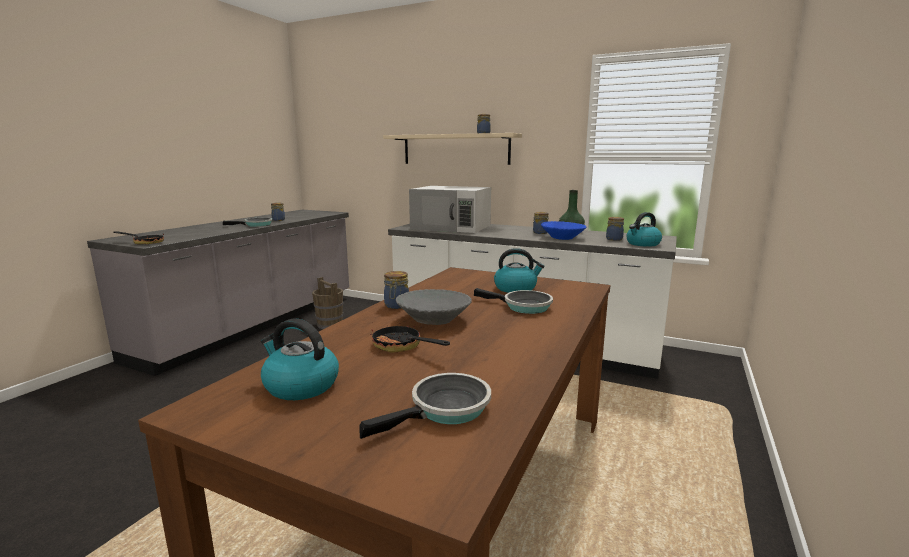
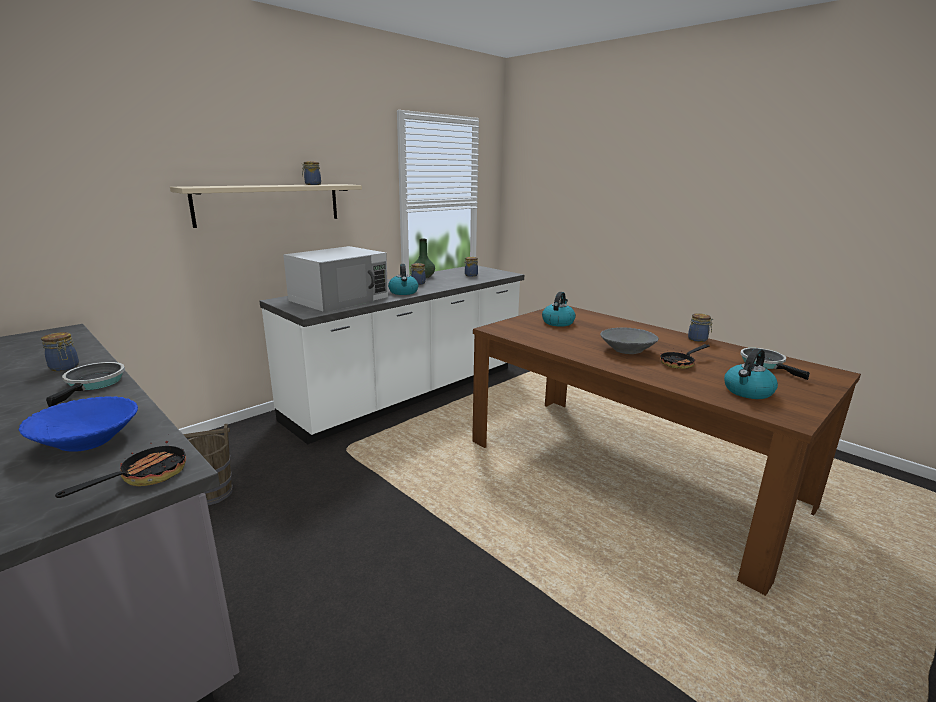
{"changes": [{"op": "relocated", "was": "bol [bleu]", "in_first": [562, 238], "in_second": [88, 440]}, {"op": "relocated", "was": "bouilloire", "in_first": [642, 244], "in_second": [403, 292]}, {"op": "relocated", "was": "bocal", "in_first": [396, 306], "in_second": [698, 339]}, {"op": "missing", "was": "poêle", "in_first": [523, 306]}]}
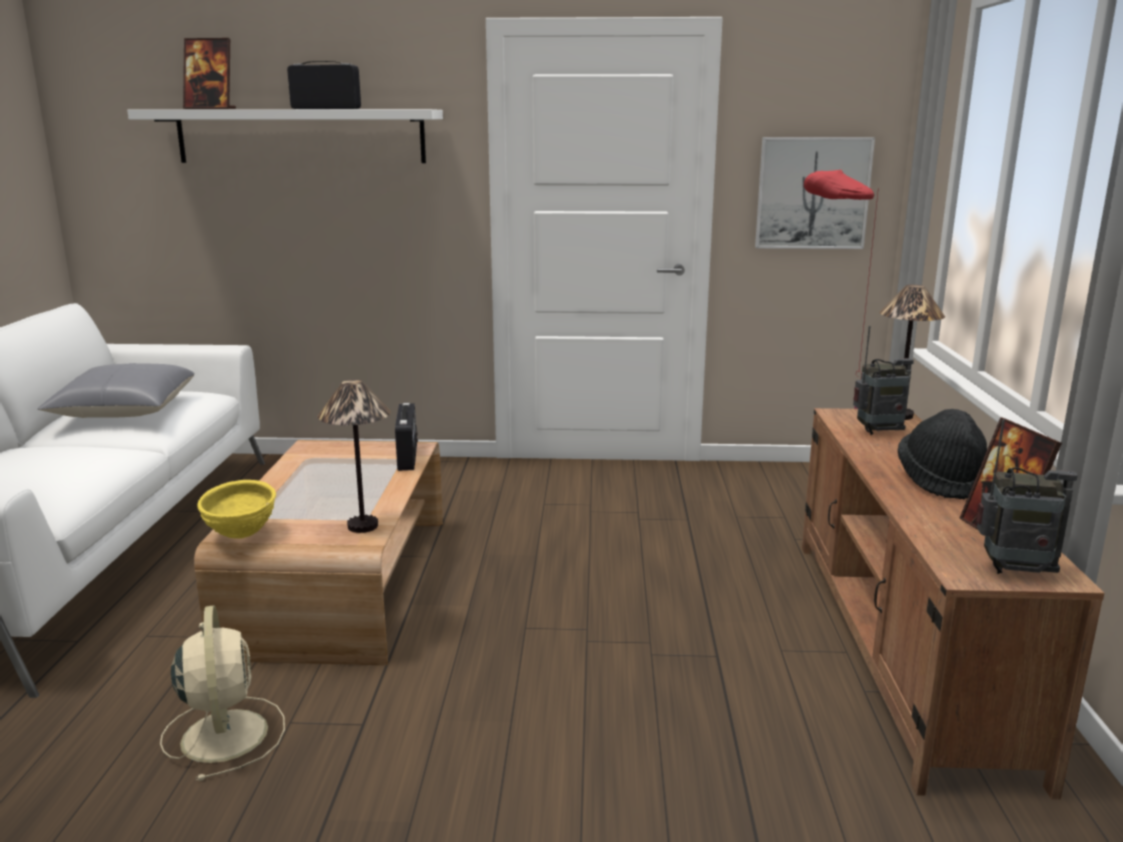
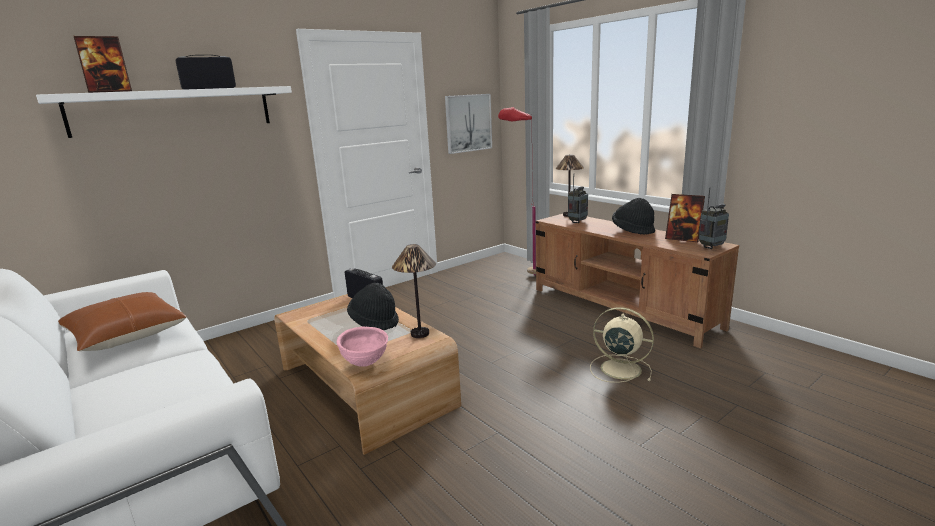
{"changes": [{"op": "colour", "was": "coussin [gris]", "now": "coussin [marron]", "in_first": [124, 409], "in_second": [126, 335]}, {"op": "colour", "was": "bol [jaune]", "now": "bol [rose]", "in_first": [241, 536], "in_second": [365, 364]}, {"op": "appeared", "now": "chapeau [noir]", "in_second": [374, 322]}, {"op": "relocated", "was": "ventilateur [beige]", "in_first": [224, 733], "in_second": [619, 369]}]}
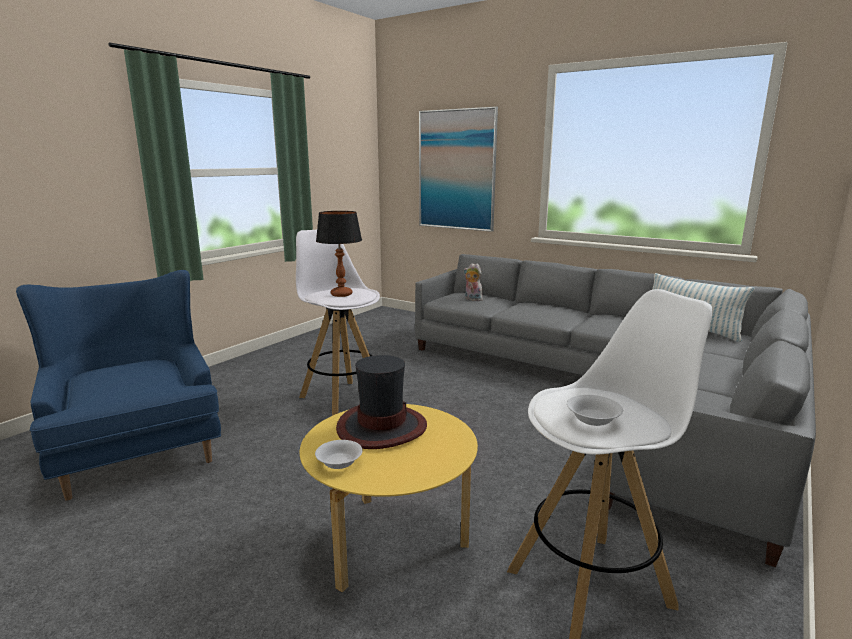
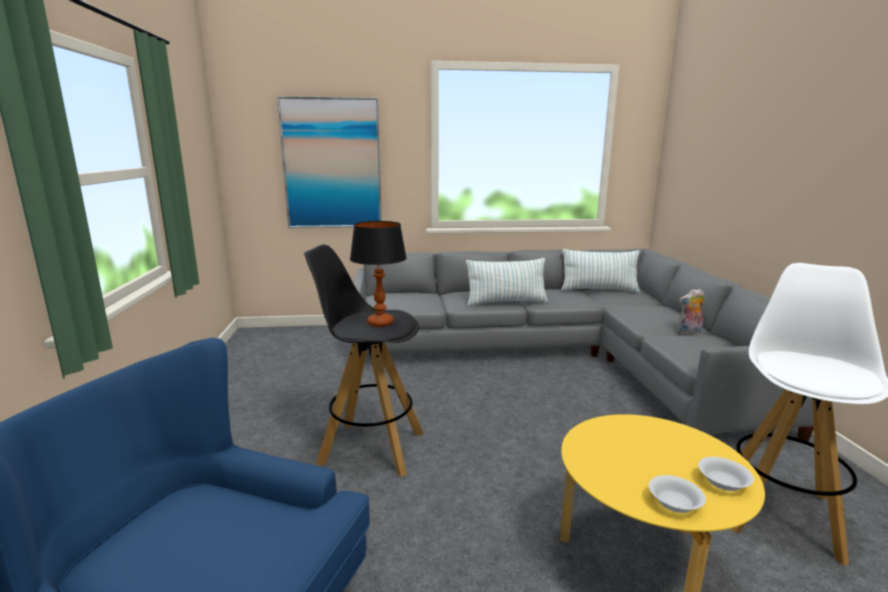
{"changes": [{"op": "colour", "was": "tabouret [blanc]", "now": "tabouret [noir]", "in_first": [342, 399], "in_second": [370, 447]}, {"op": "appeared", "now": "coussin", "in_second": [506, 302]}, {"op": "relocated", "was": "peluche", "in_first": [472, 299], "in_second": [689, 332]}, {"op": "relocated", "was": "bol [blanc]", "in_first": [593, 419], "in_second": [722, 482]}, {"op": "missing", "was": "chapeau", "in_first": [381, 427]}]}
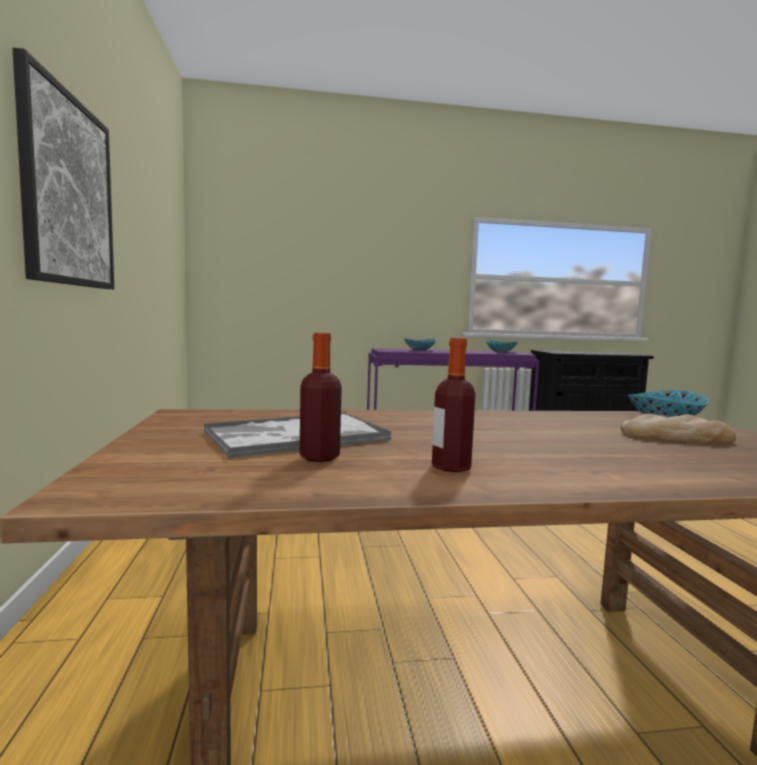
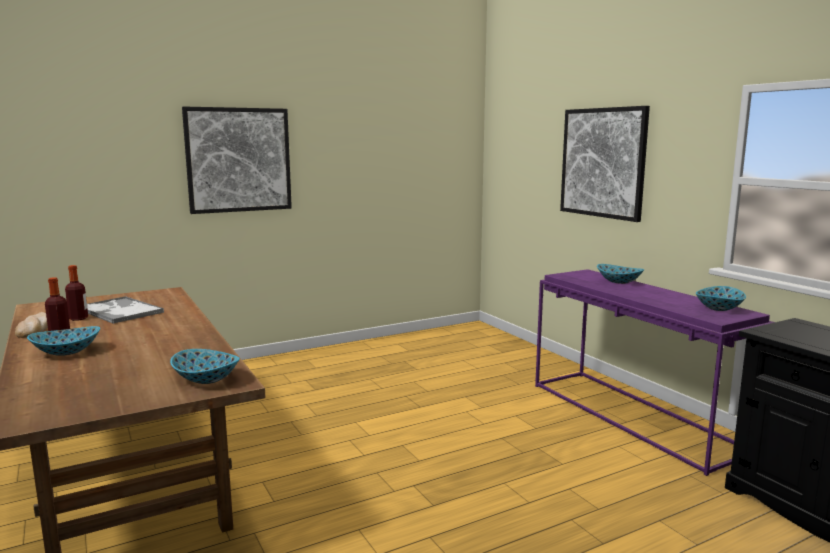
{"changes": [{"op": "relocated", "was": "pain", "in_first": [676, 437], "in_second": [36, 328]}, {"op": "appeared", "now": "bol", "in_second": [66, 352]}, {"op": "appeared", "now": "tableau", "in_second": [603, 162]}]}
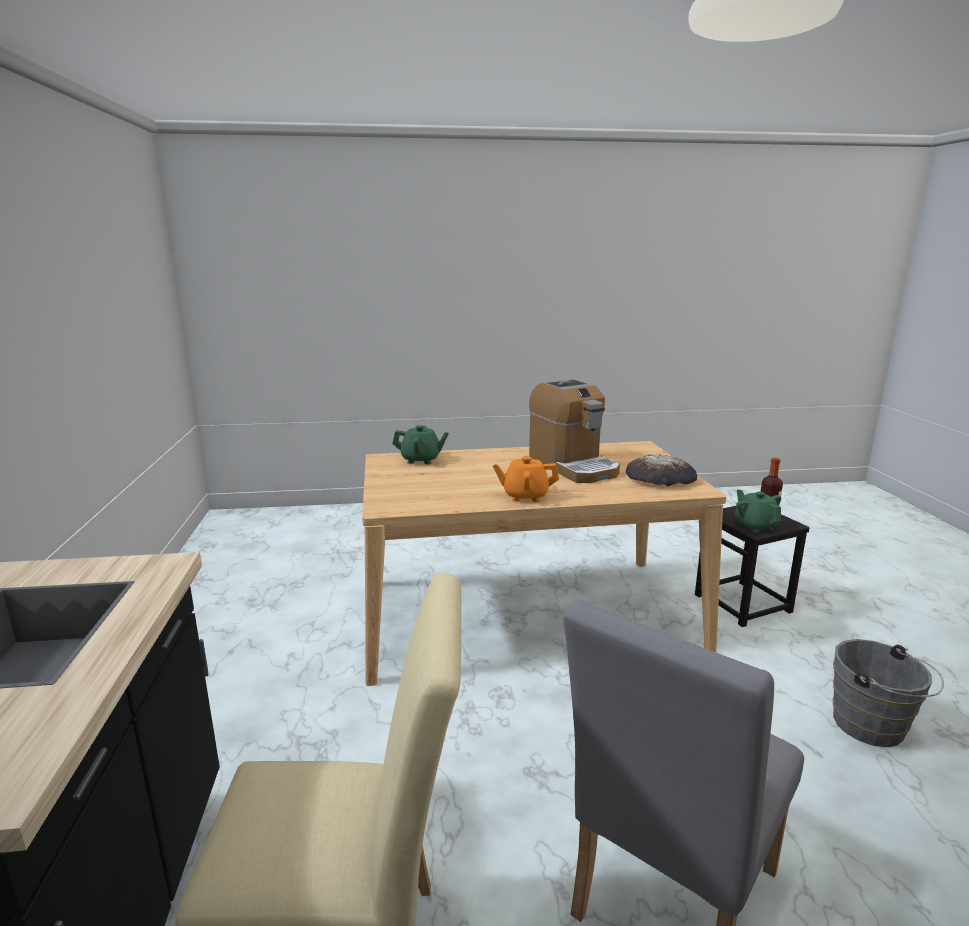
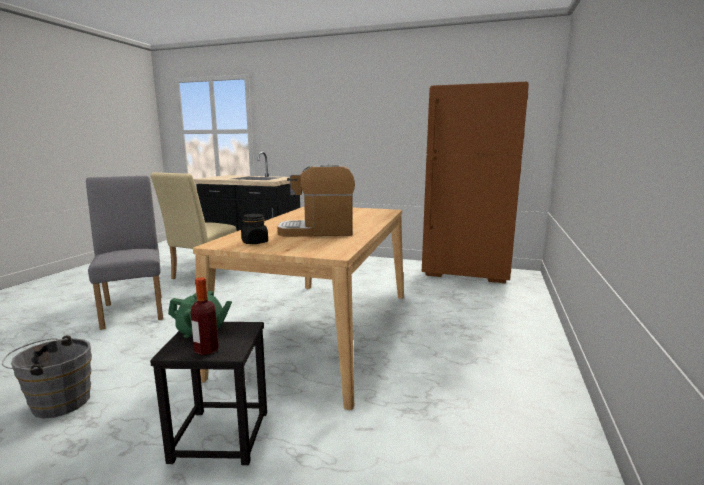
{"changes": [{"op": "exchanged", "was": "pain", "now": "bocal [noir]", "in_first": [661, 478], "in_second": [255, 242]}, {"op": "appeared", "now": "réfrigérateur [marron]", "in_second": [466, 273]}, {"op": "missing", "was": "théière [vert]", "in_first": [421, 460]}, {"op": "missing", "was": "théière [orange]", "in_first": [525, 496]}]}
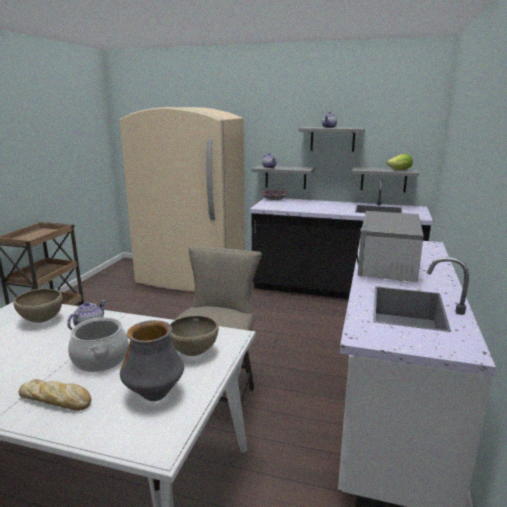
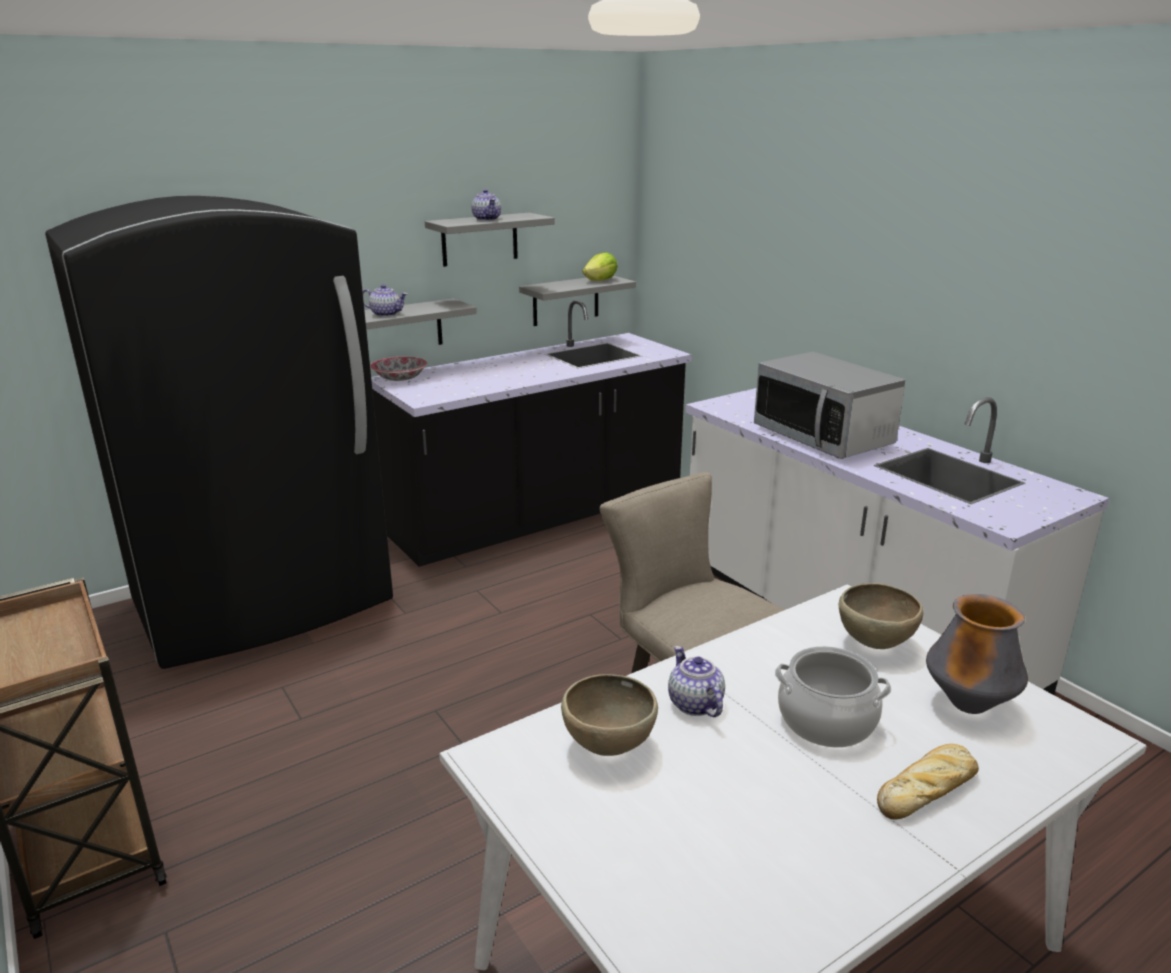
{"changes": [{"op": "colour", "was": "réfrigérateur [beige]", "now": "réfrigérateur [noir]", "in_first": [191, 278], "in_second": [265, 603]}]}
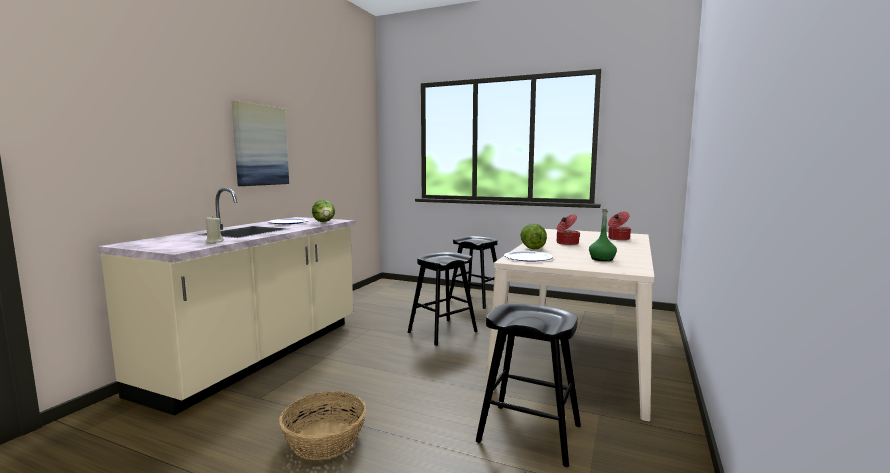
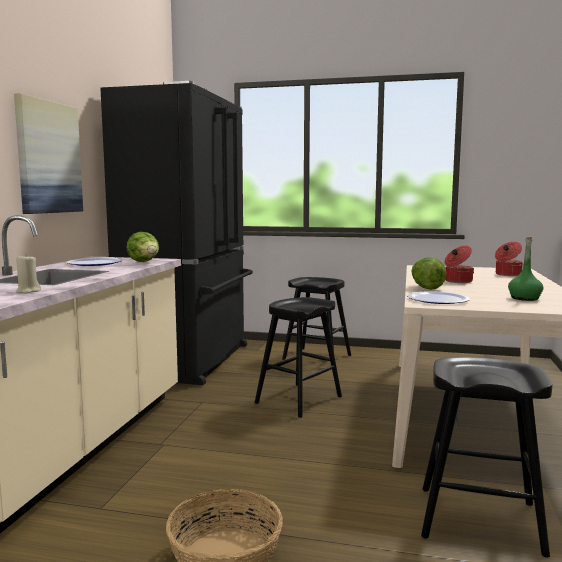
{"changes": [{"op": "appeared", "now": "réfrigérateur [noir]", "in_second": [191, 360]}]}
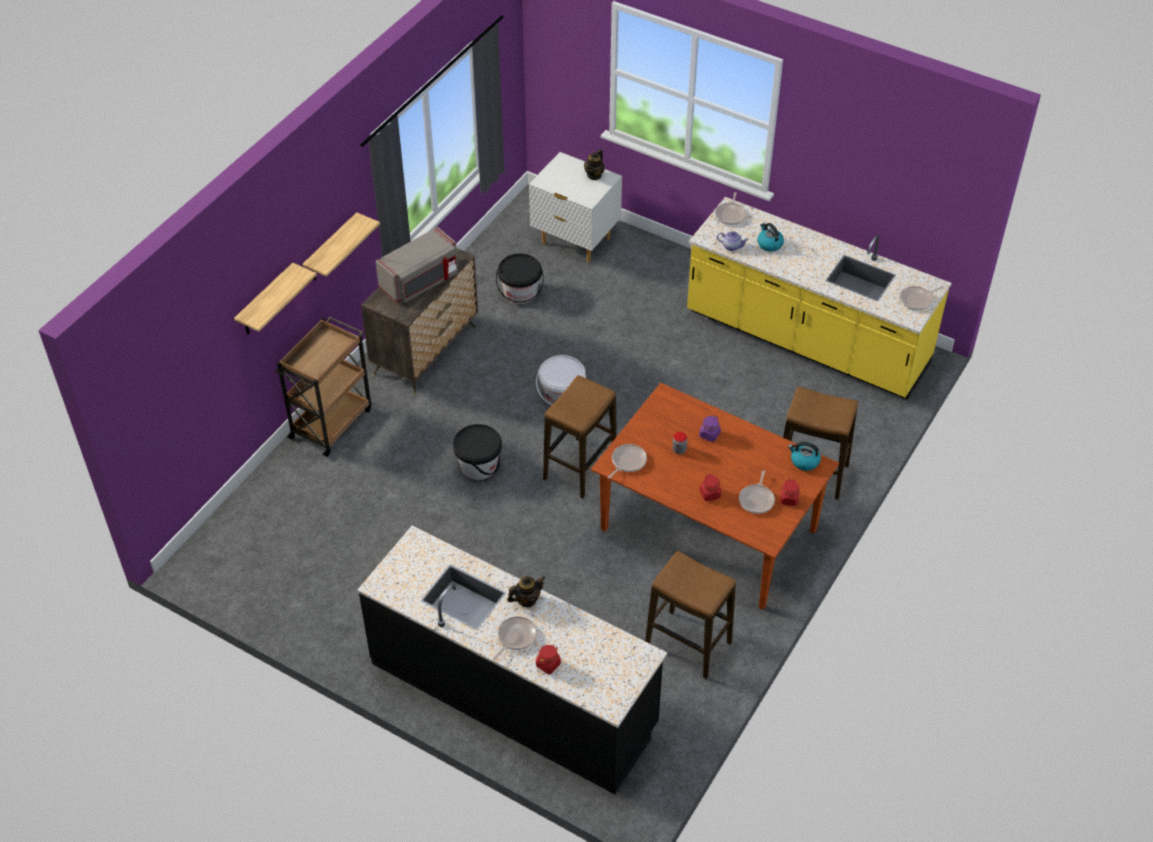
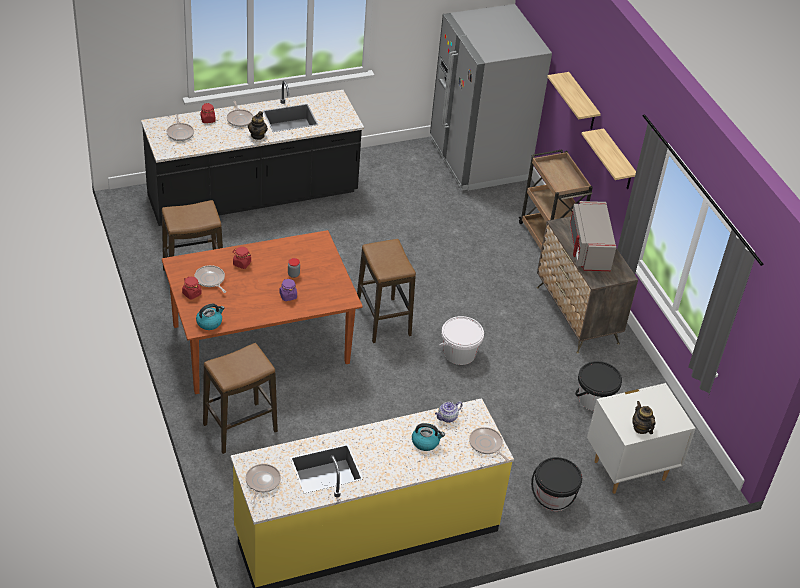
{"changes": [{"op": "relocated", "was": "poêle", "in_first": [627, 462], "in_second": [180, 133]}, {"op": "appeared", "now": "réfrigérateur [gris]", "in_second": [478, 160]}, {"op": "relocated", "was": "seau [noir]", "in_first": [479, 465], "in_second": [553, 497]}]}
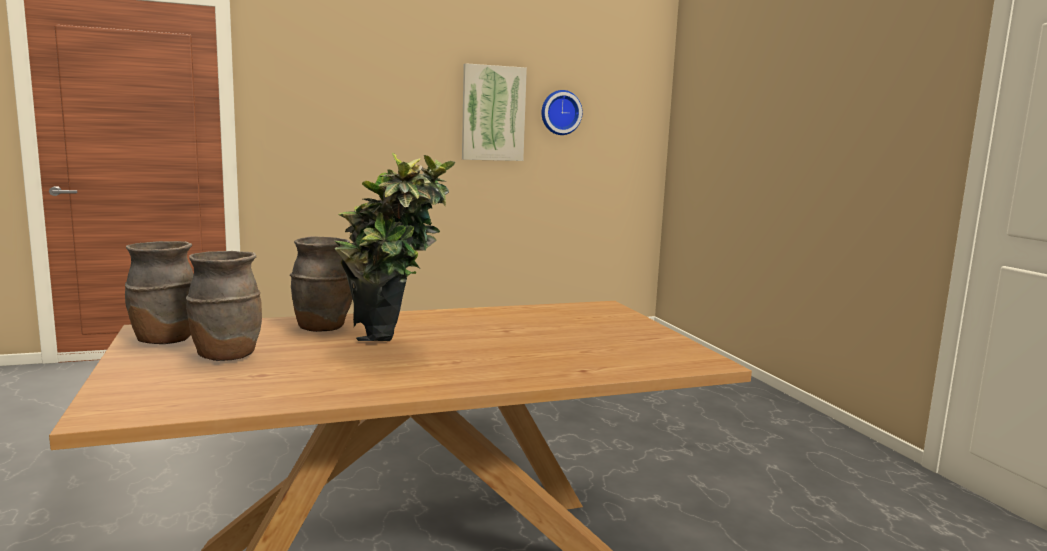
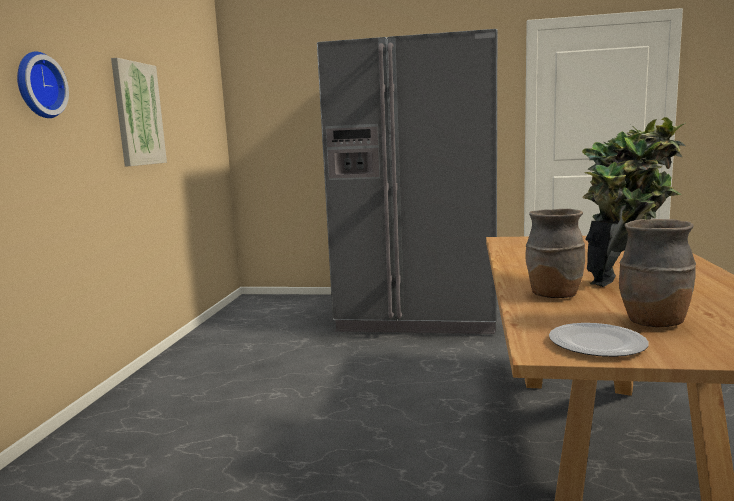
{"changes": [{"op": "relocated", "was": "horloge murale", "in_first": [560, 112], "in_second": [38, 85]}, {"op": "appeared", "now": "réfrigérateur [gris]", "in_second": [418, 314]}, {"op": "exchanged", "was": "vase [marron]", "now": "assiette", "in_first": [164, 341], "in_second": [596, 344]}]}
